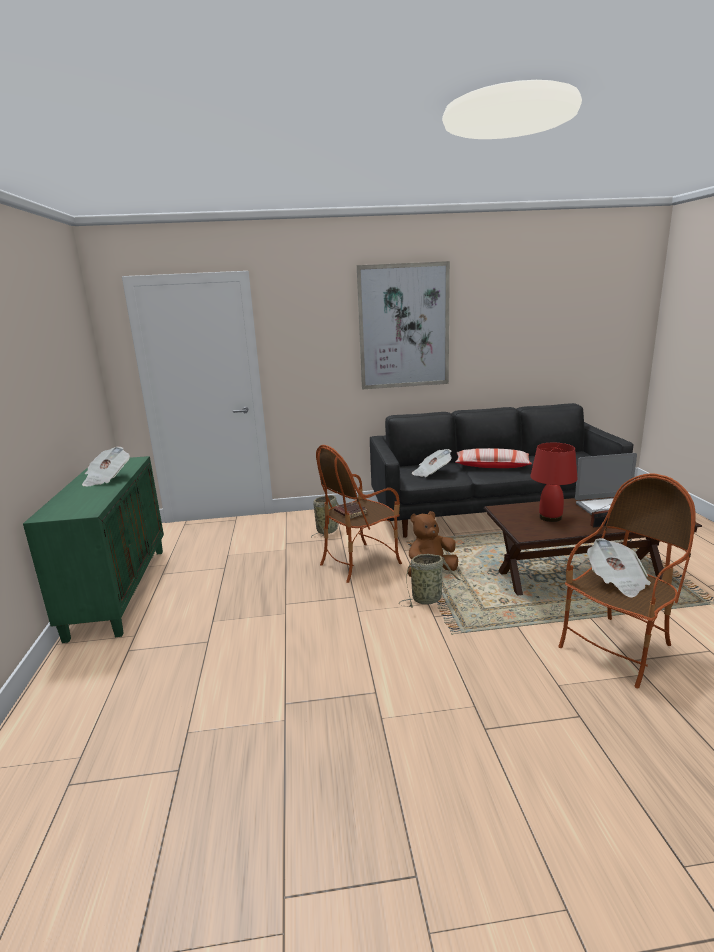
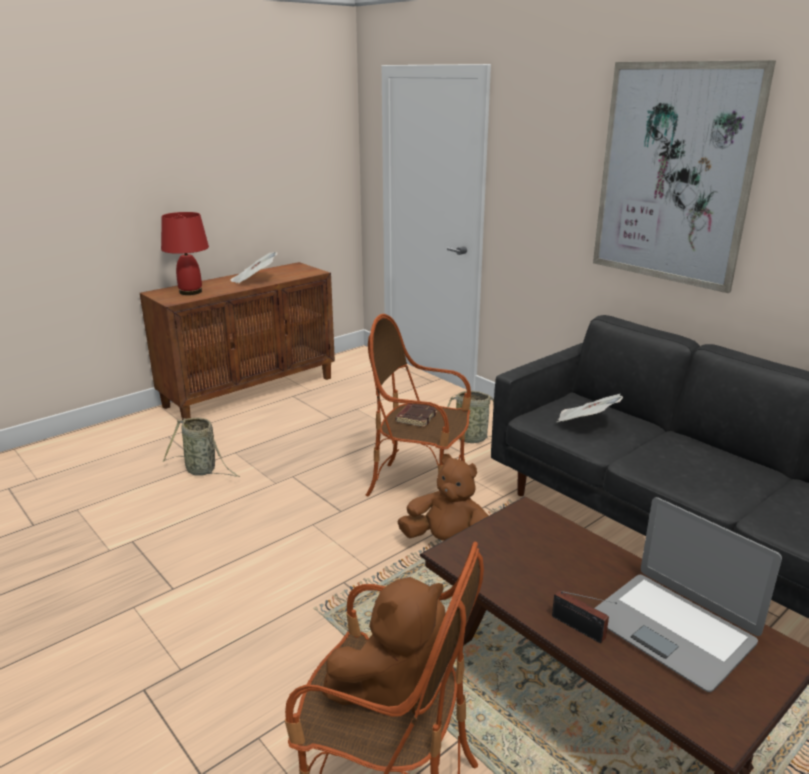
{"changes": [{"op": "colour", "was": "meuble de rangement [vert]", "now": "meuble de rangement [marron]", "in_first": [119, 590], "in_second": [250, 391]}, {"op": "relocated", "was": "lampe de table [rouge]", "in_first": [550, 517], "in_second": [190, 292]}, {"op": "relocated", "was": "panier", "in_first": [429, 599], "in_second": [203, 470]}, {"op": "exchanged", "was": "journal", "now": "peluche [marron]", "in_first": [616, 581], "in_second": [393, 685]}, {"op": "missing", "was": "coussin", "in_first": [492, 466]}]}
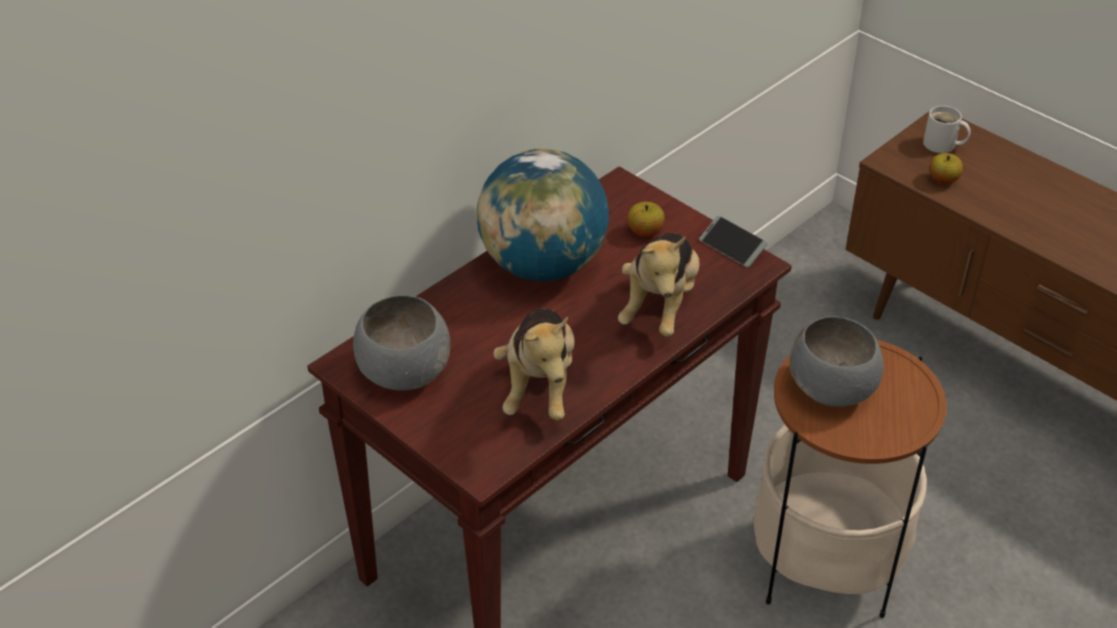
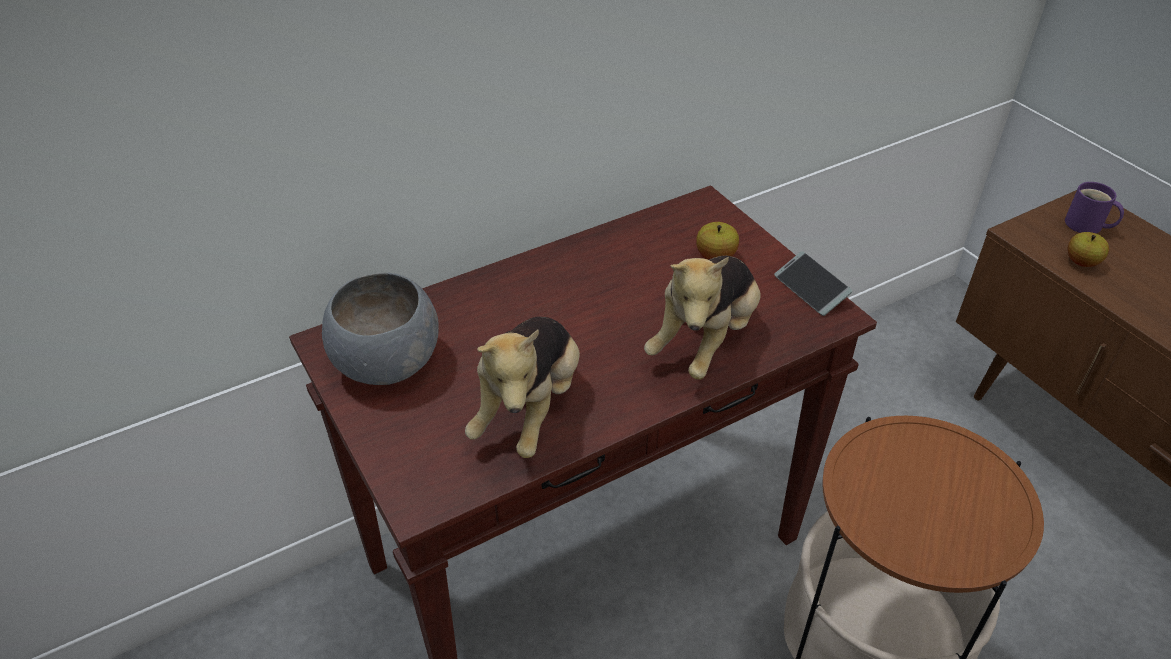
{"changes": [{"op": "colour", "was": "mug [blanc]", "now": "mug [violet]", "in_first": [942, 145], "in_second": [1086, 226]}, {"op": "missing", "was": "globe", "in_first": [543, 265]}, {"op": "missing", "was": "bol [gris]", "in_first": [832, 389]}]}
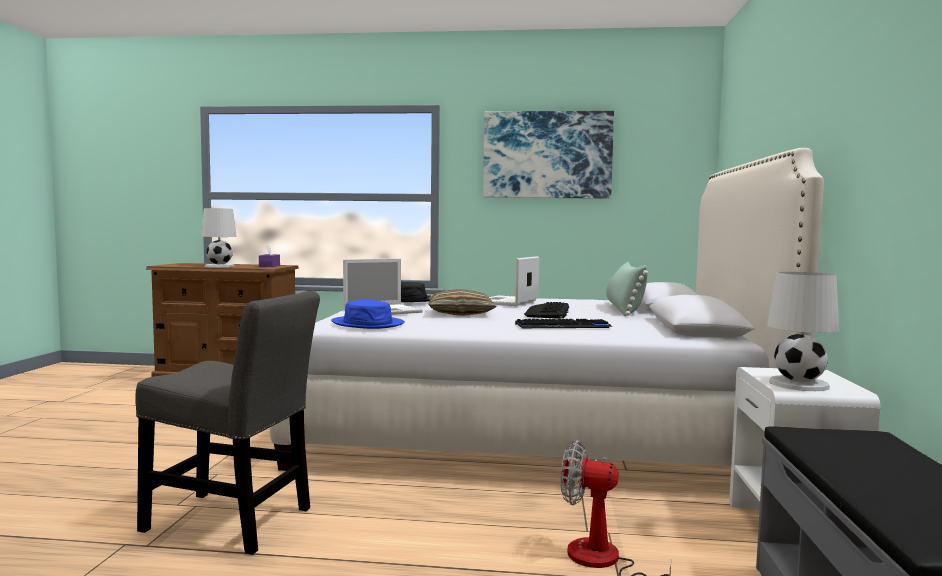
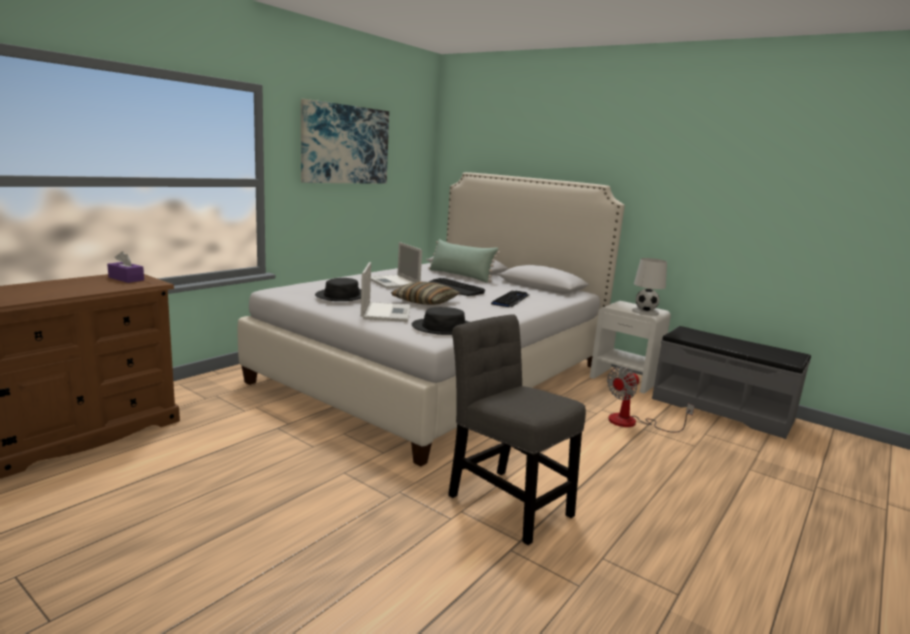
{"changes": [{"op": "colour", "was": "chapeau [bleu]", "now": "chapeau [noir]", "in_first": [368, 324], "in_second": [444, 328]}, {"op": "spun", "was": "chaise [gris]", "in_first": [234, 522], "in_second": [506, 501], "clockwise": -90}, {"op": "missing", "was": "lampe de table [blanc]", "in_first": [219, 266]}]}
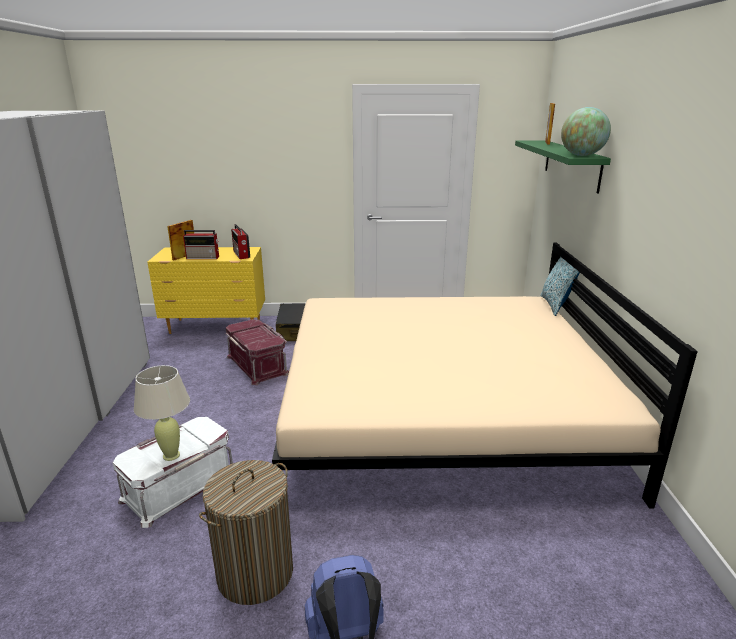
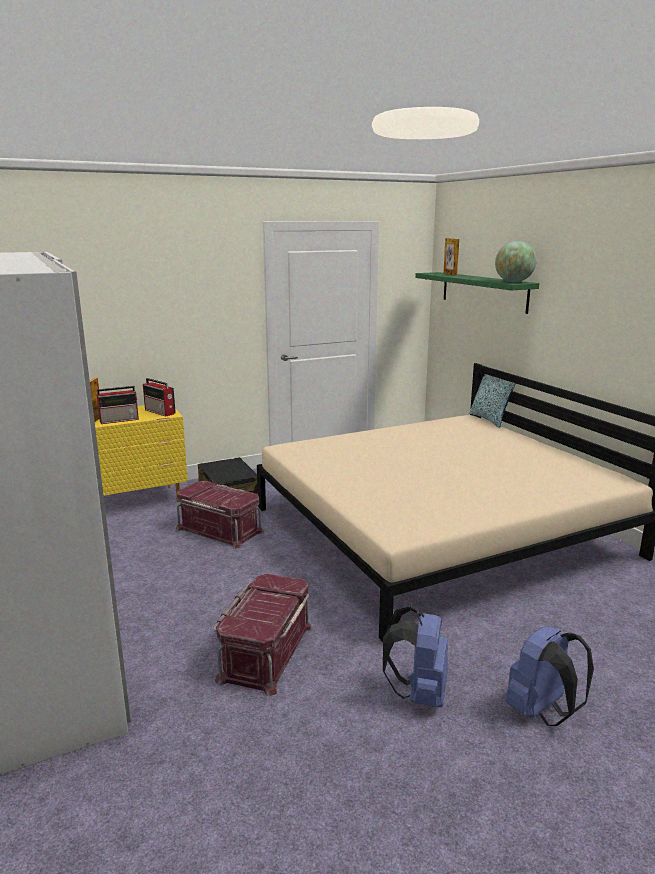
{"changes": [{"op": "colour", "was": "boîte de rangement [blanc]", "now": "boîte de rangement [rouge]", "in_first": [179, 485], "in_second": [265, 652]}, {"op": "exchanged", "was": "panier à linge", "now": "sac à dos [bleu]", "in_first": [255, 573], "in_second": [418, 693]}, {"op": "missing", "was": "lampe de table [beige]", "in_first": [171, 455]}]}
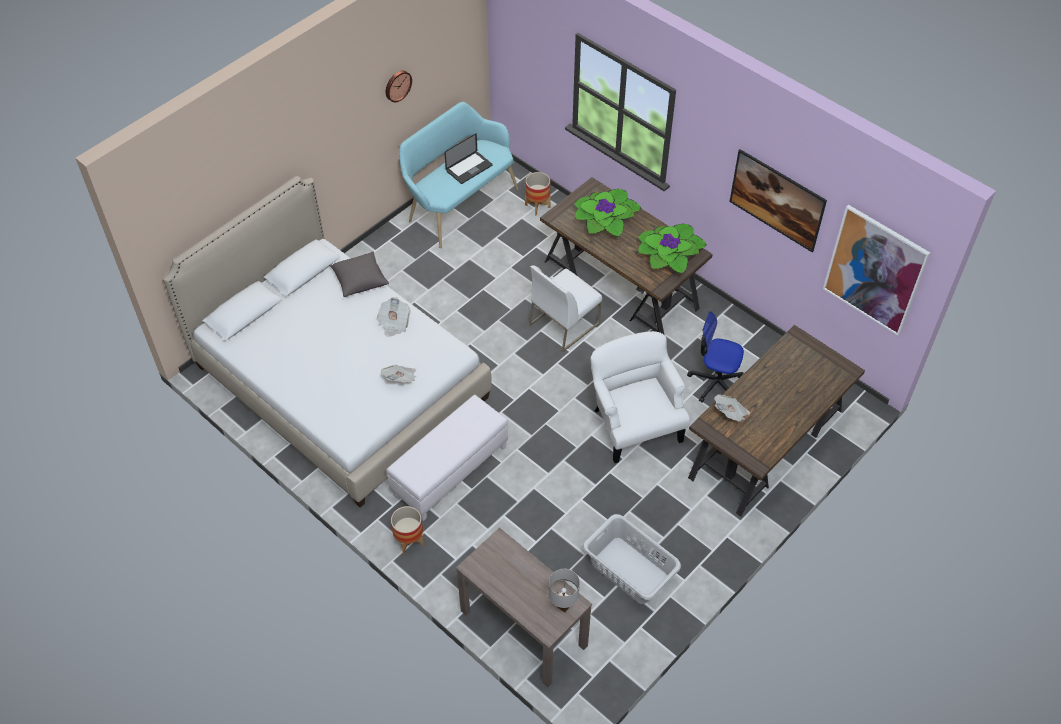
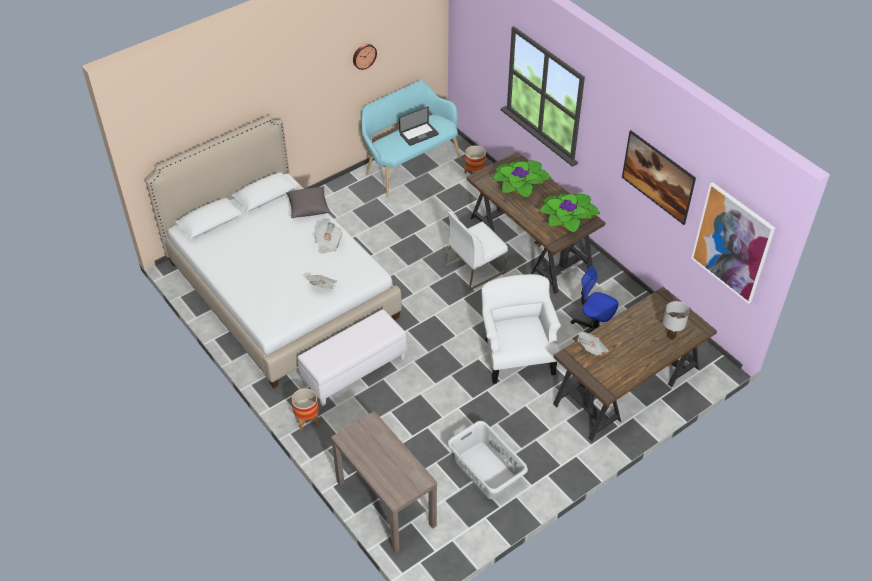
{"changes": [{"op": "relocated", "was": "lampe de table [blanc]", "in_first": [562, 607], "in_second": [670, 337]}]}
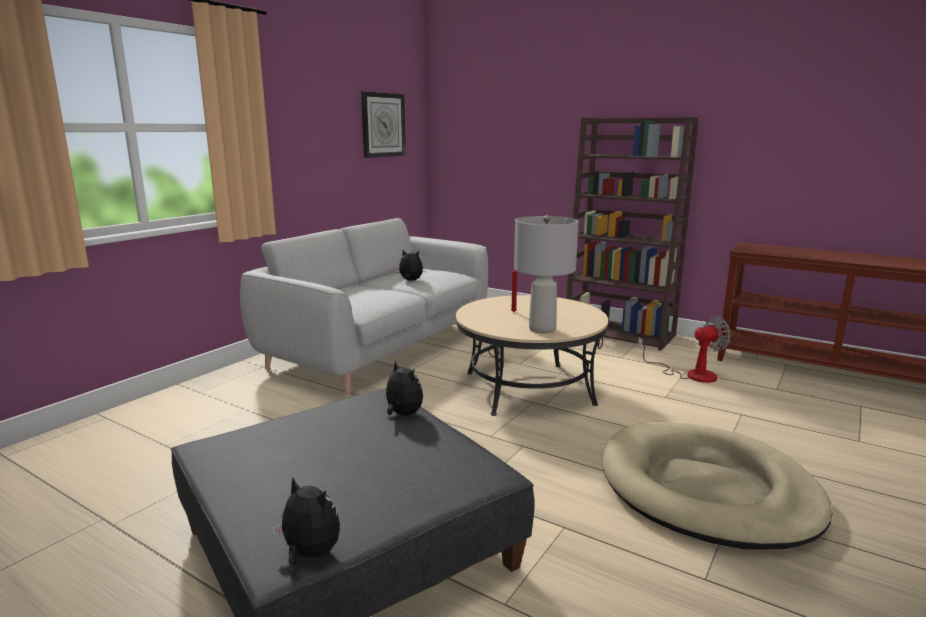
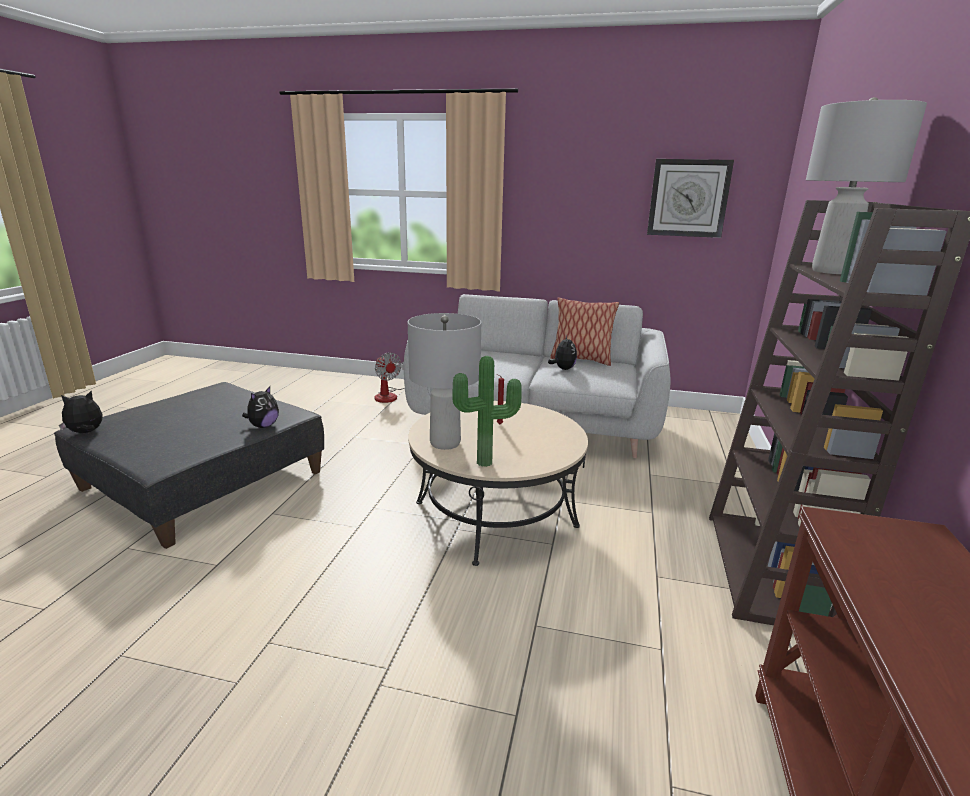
{"changes": [{"op": "spun", "was": "peluche", "in_first": [309, 554], "in_second": [86, 432], "clockwise": -135}, {"op": "relocated", "was": "ventilateur", "in_first": [690, 374], "in_second": [389, 395]}, {"op": "appeared", "now": "plante en pot", "in_second": [486, 464]}, {"op": "appeared", "now": "coussin", "in_second": [581, 359]}, {"op": "appeared", "now": "lampe de table [gris]", "in_second": [832, 271]}, {"op": "missing", "was": "panier pour chien [beige]", "in_first": [707, 490]}]}
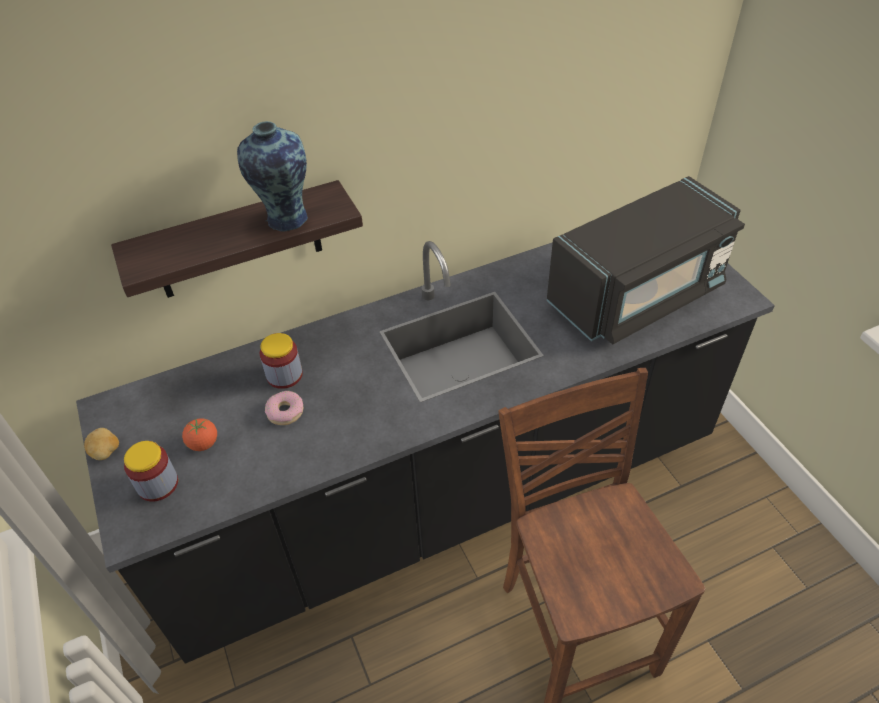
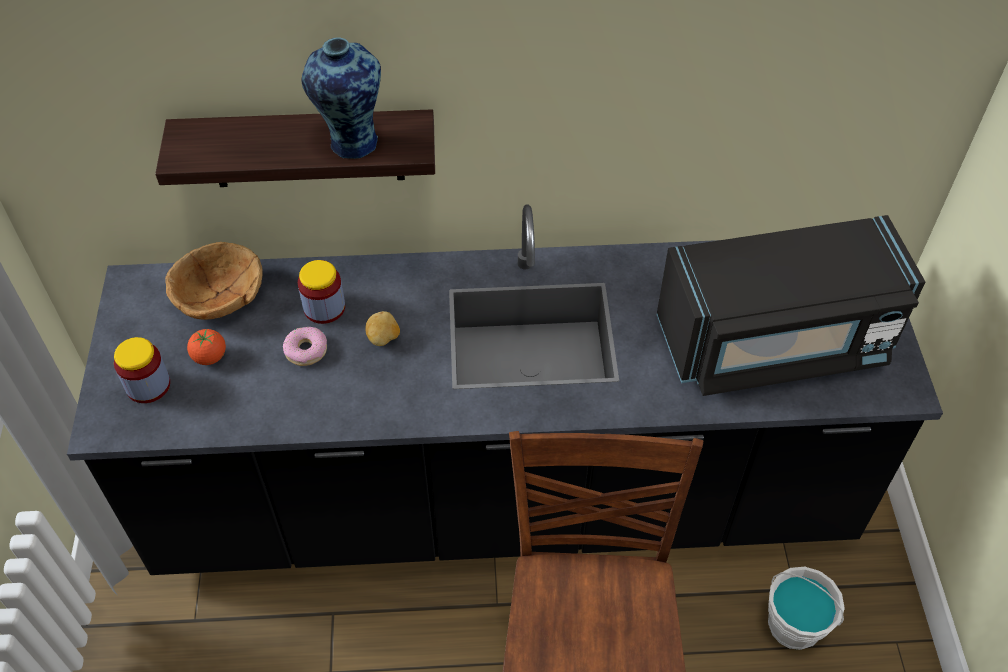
{"changes": [{"op": "appeared", "now": "bol [marron]", "in_second": [219, 297]}, {"op": "relocated", "was": "pomme de terre", "in_first": [106, 452], "in_second": [383, 338]}, {"op": "appeared", "now": "seau [blanc]", "in_second": [794, 624]}]}
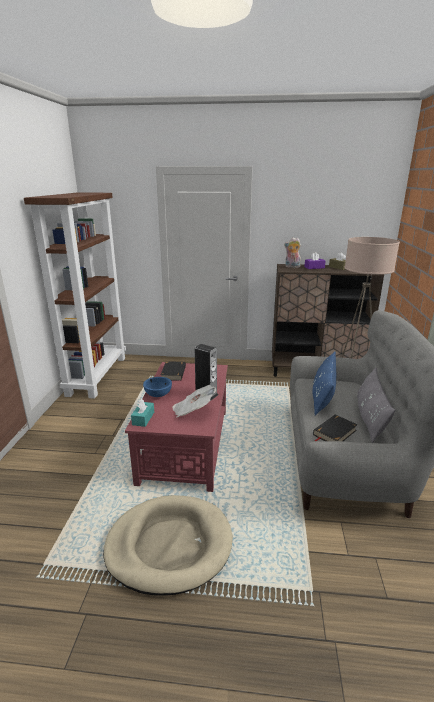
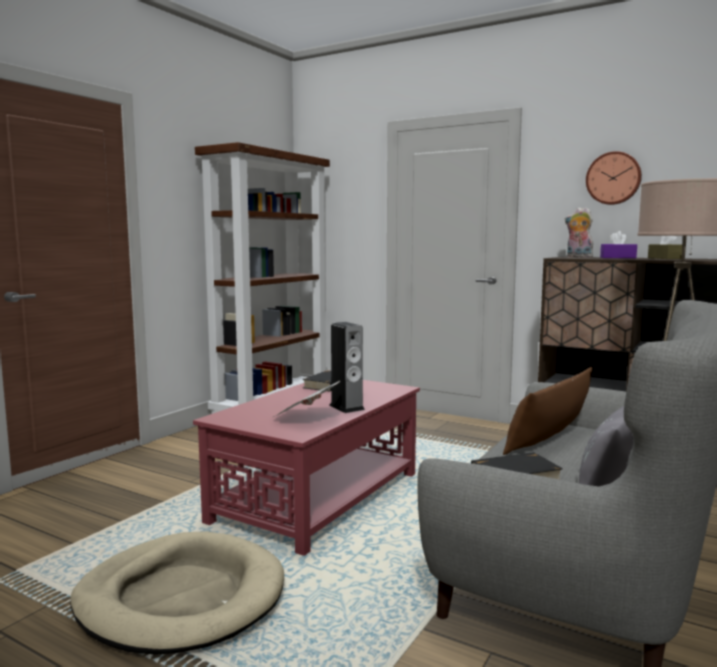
{"changes": [{"op": "colour", "was": "coussin [bleu]", "now": "coussin [marron]", "in_first": [322, 396], "in_second": [547, 439]}, {"op": "appeared", "now": "horloge murale", "in_second": [613, 178]}, {"op": "missing", "was": "boîte à mouchoirs [turquoise]", "in_first": [143, 418]}, {"op": "missing", "was": "bol [bleu]", "in_first": [158, 394]}]}
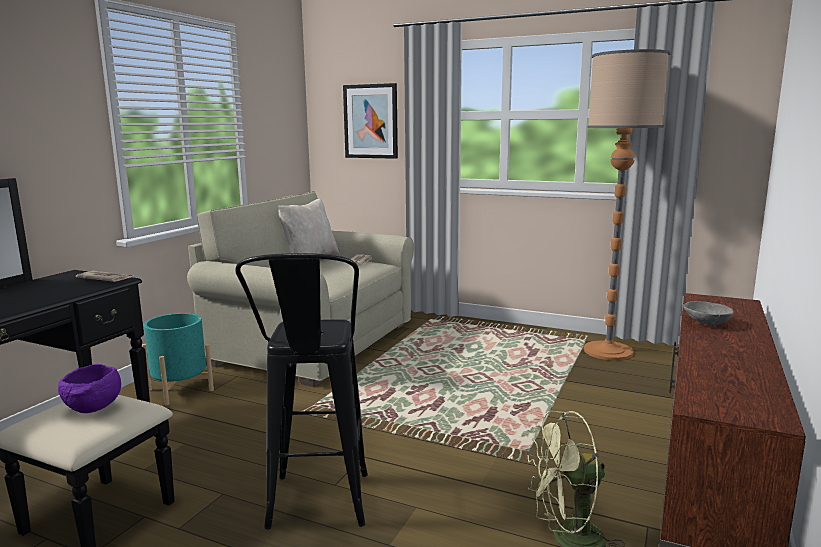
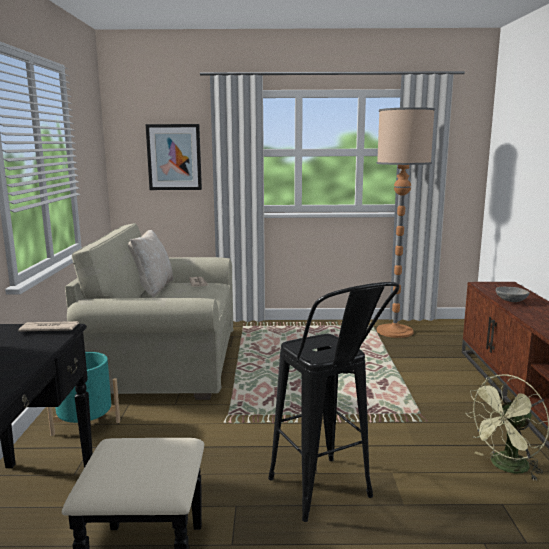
{"changes": [{"op": "missing", "was": "bol [violet]", "in_first": [93, 409]}]}
